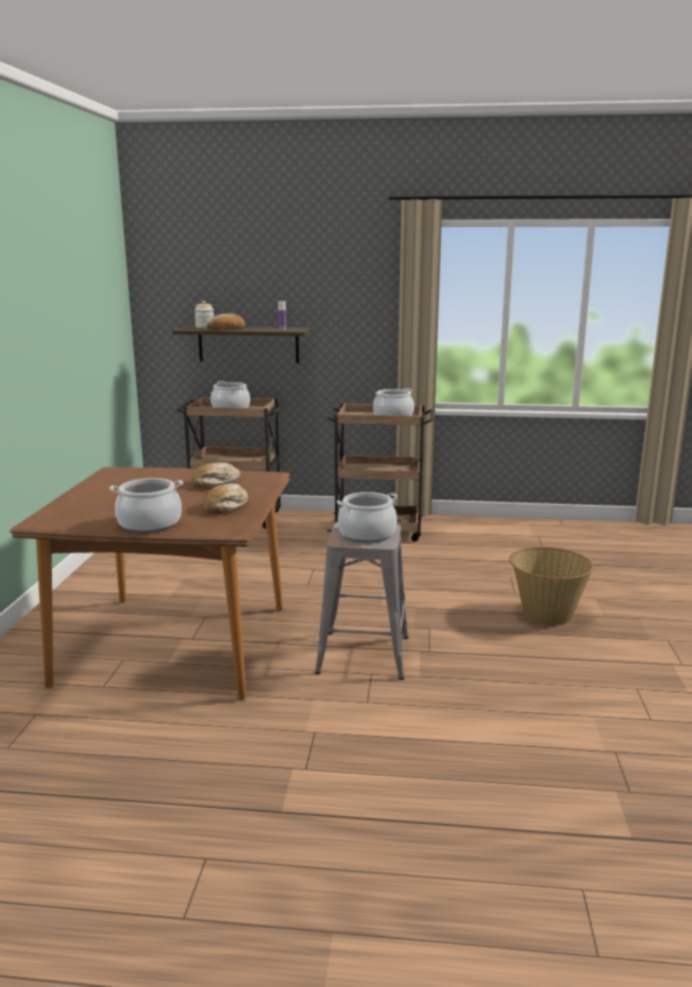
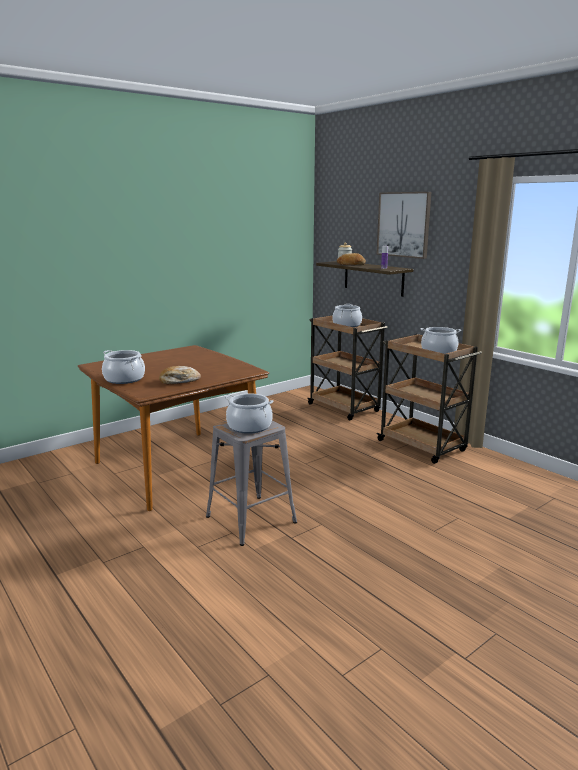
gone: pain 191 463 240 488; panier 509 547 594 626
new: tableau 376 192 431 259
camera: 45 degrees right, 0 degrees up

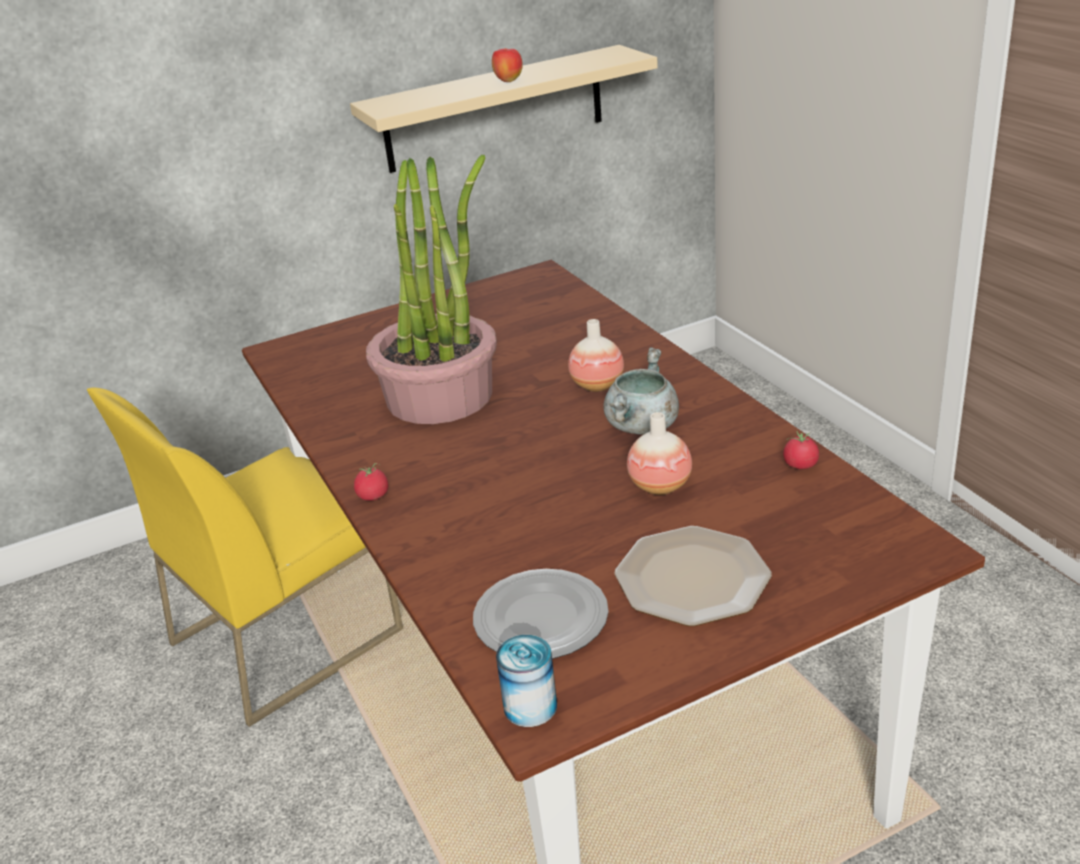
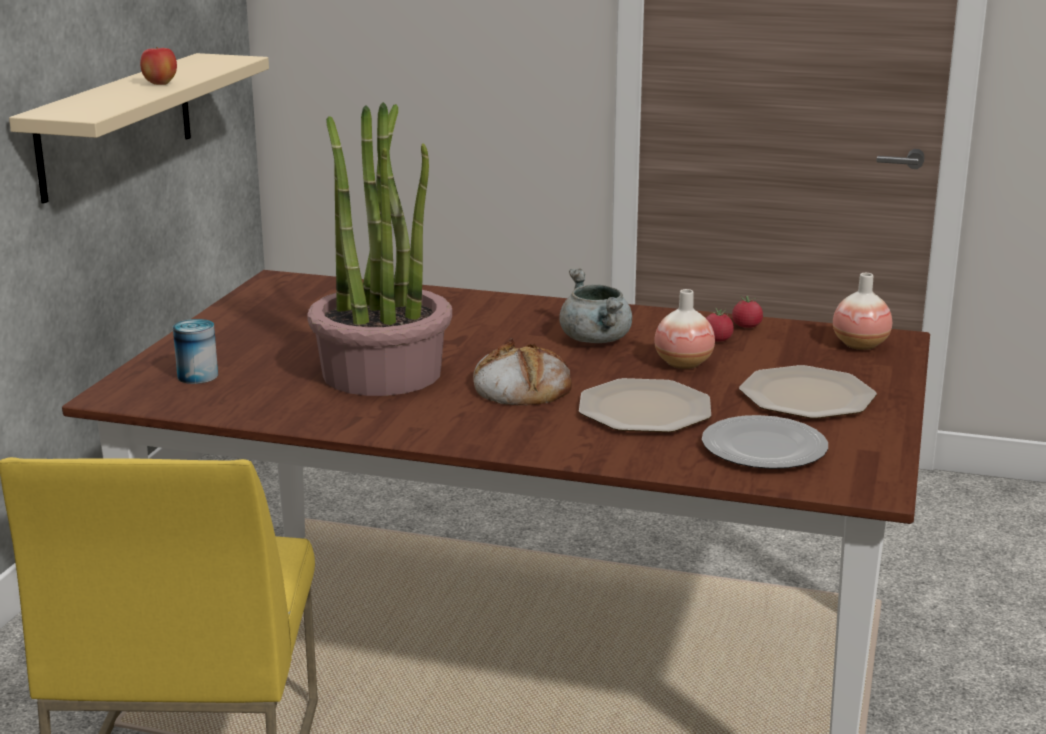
new: pain 473 338 572 406; assiette 579 378 711 433
shifted: tomate 354 463 388 501 to 706 308 734 342; boîte métallique 496 635 557 727 to 173 319 218 384; vase 568 319 624 392 to 833 273 892 350
camera: 50 degrees left, 10 degrees down

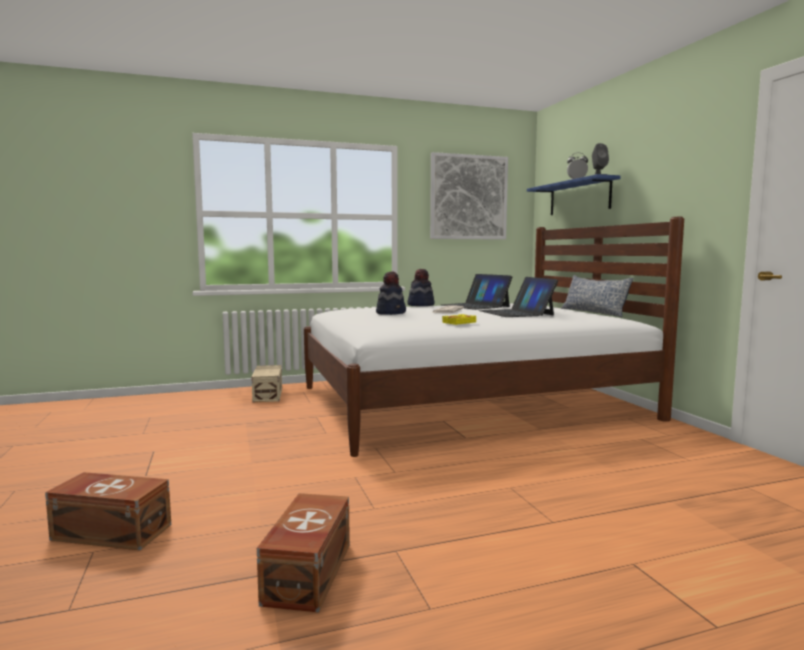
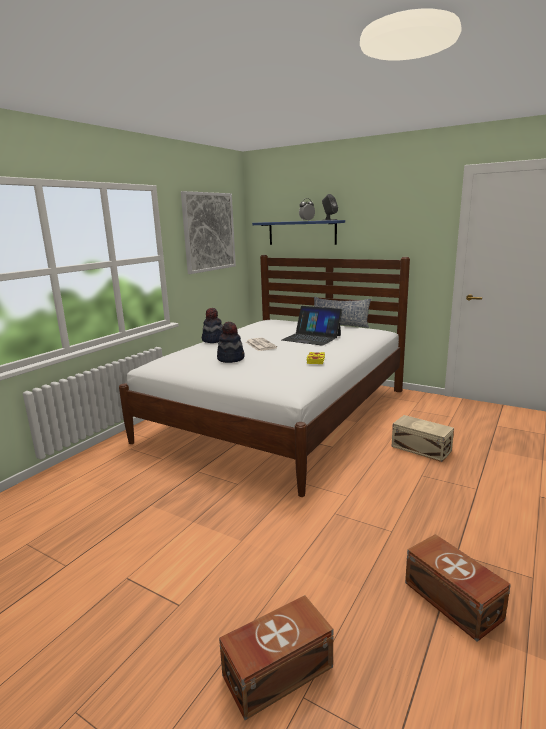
gone: ordinateur portable 442 274 512 310
shifted: boîte de rangement/beige 252 365 282 403 to 391 415 454 462
camera: 40 degrees left, 10 degrees up

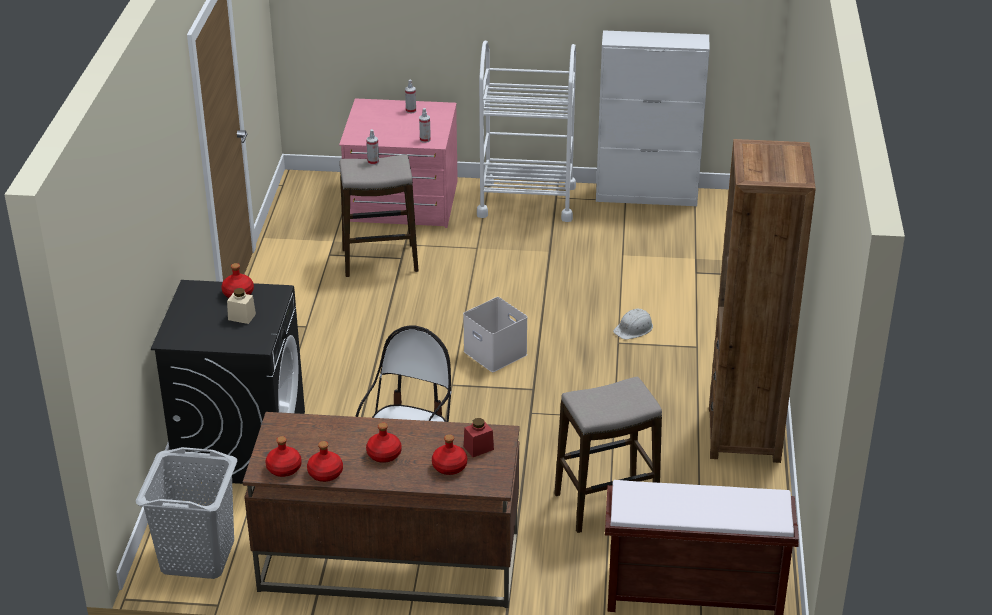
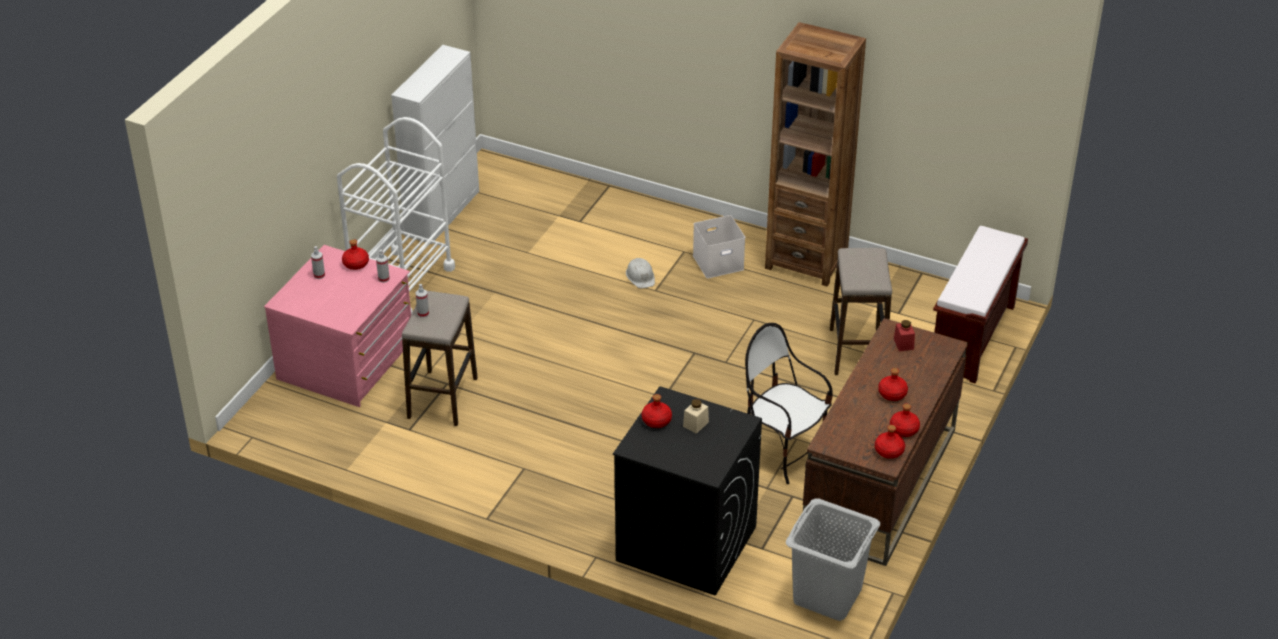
shifted: bouteille/rouge 432 434 467 475 to 342 239 369 270; boîte de rangement/blanc 463 297 528 372 to 693 215 745 278
camera: 70 degrees left, 5 degrees up

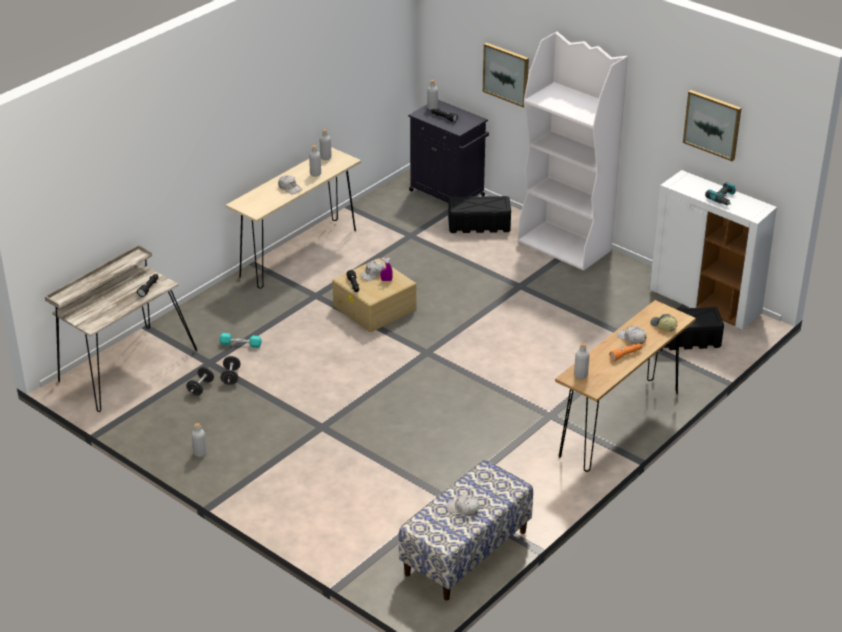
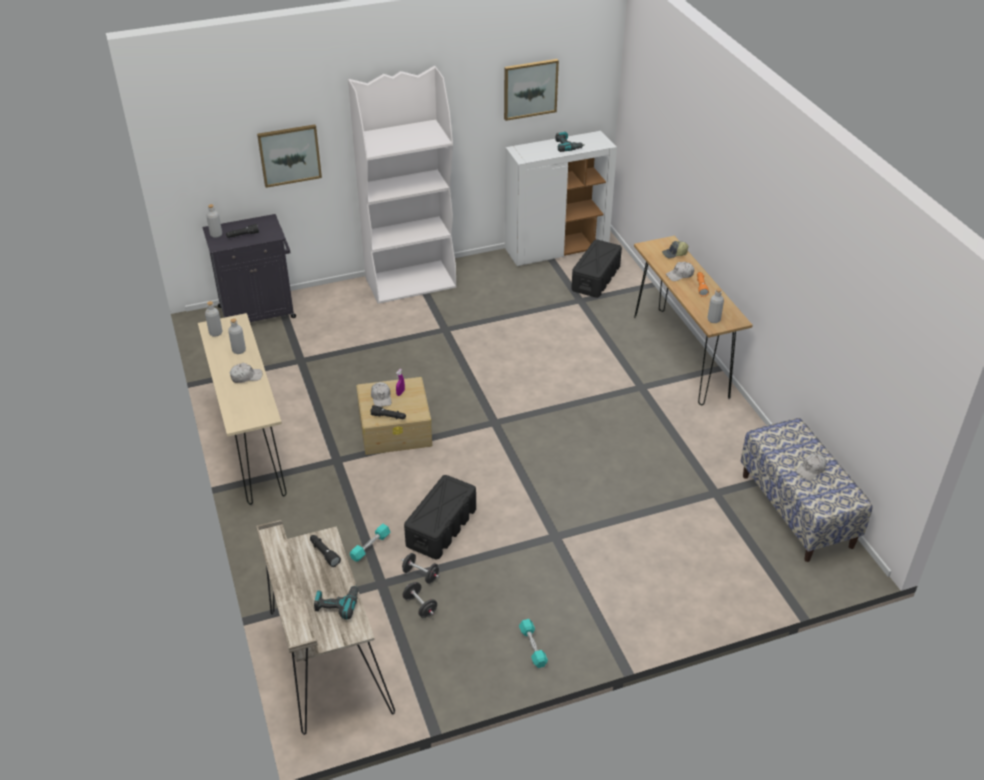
new: perceuse 314 584 359 620
shifted: boîte de rangement/noir 448 196 511 233 to 404 475 476 559
swapped: bouteille/gris 192 423 207 457 to haltère/turquoise 519 619 548 668
camera: 60 degrees left, 5 degrees up

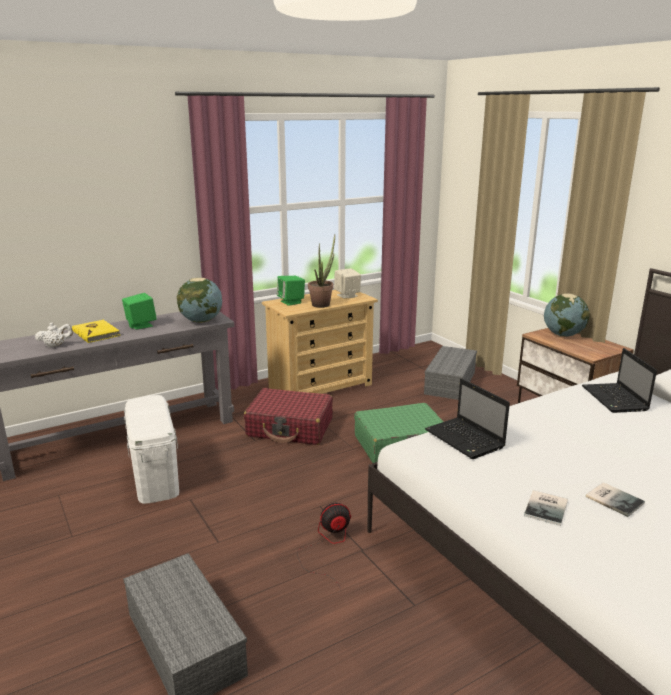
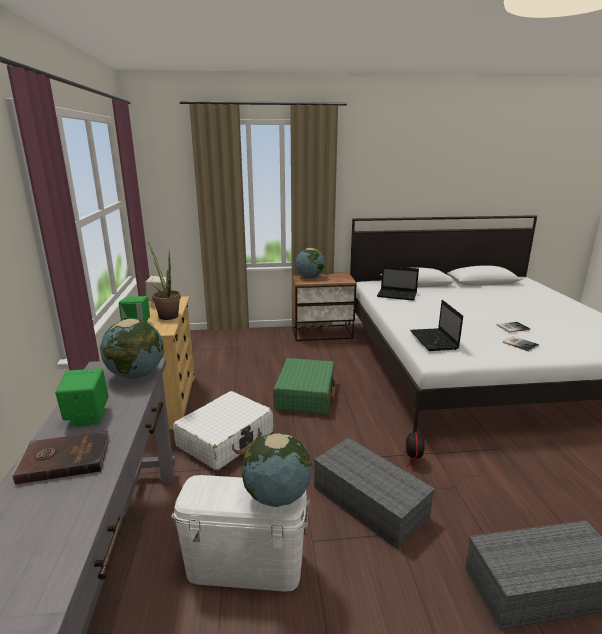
gone: théière/blanc 35 323 73 347
new: globe 241 433 313 507
shifted: boîte de rangement/gris 424 346 477 400 to 314 438 435 549
repainted: livre/jaune 72 320 121 343 to livre/marron 12 431 110 484; valise/rouge 244 388 333 445 to valise/blanc 173 391 273 470
rotated: ordinateur portable 425 378 510 459 = 410 300 463 351 90 degrees clockwise
camera: 65 degrees left, 0 degrees up

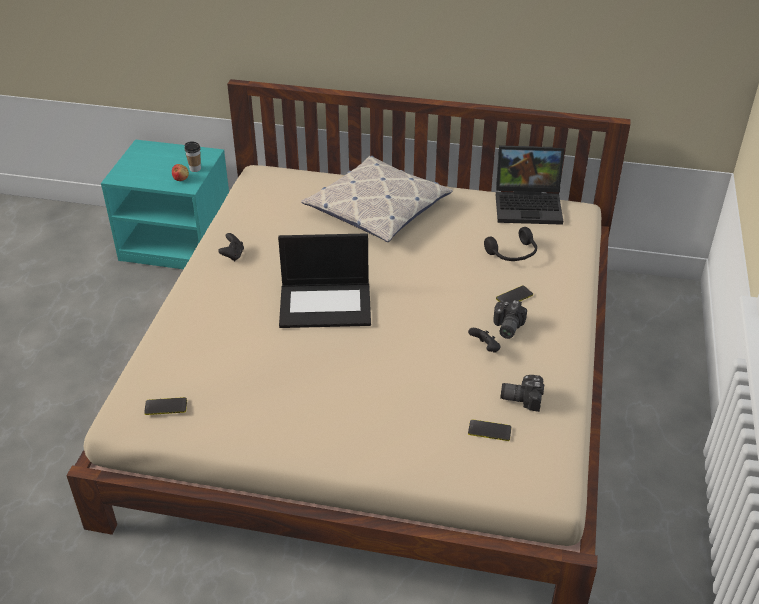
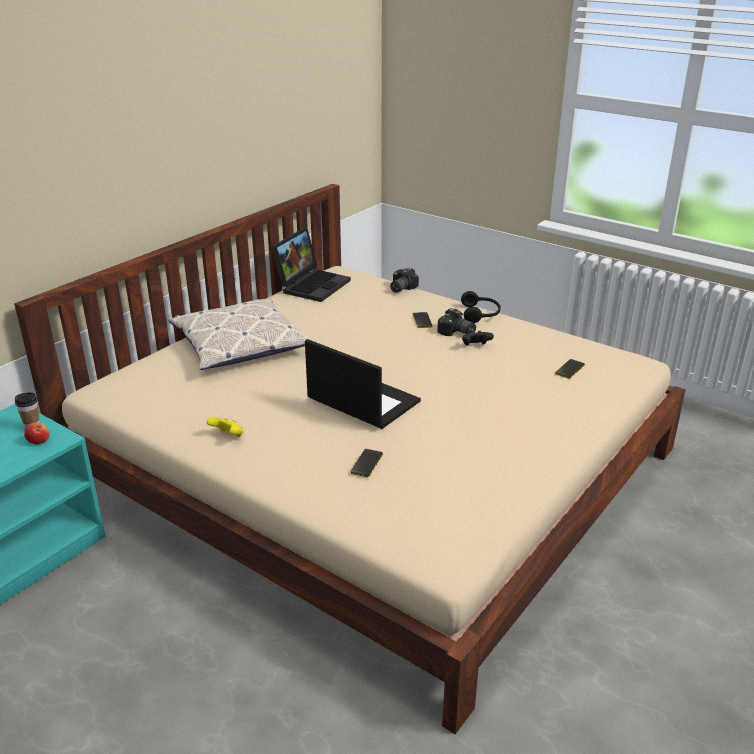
shifted: téléphone 144 397 187 415 to 350 449 383 477; casque audio/noir 484 227 537 261 to 461 291 501 323; appareil photo 500 375 544 412 to 390 268 419 293
repainted: manette/noir 218 233 244 261 to manette/jaune 207 417 244 438
rotated: ordinateur portable 278 233 371 328 = 305 339 421 429 75 degrees counterclockwise
camera: 65 degrees left, 10 degrees down

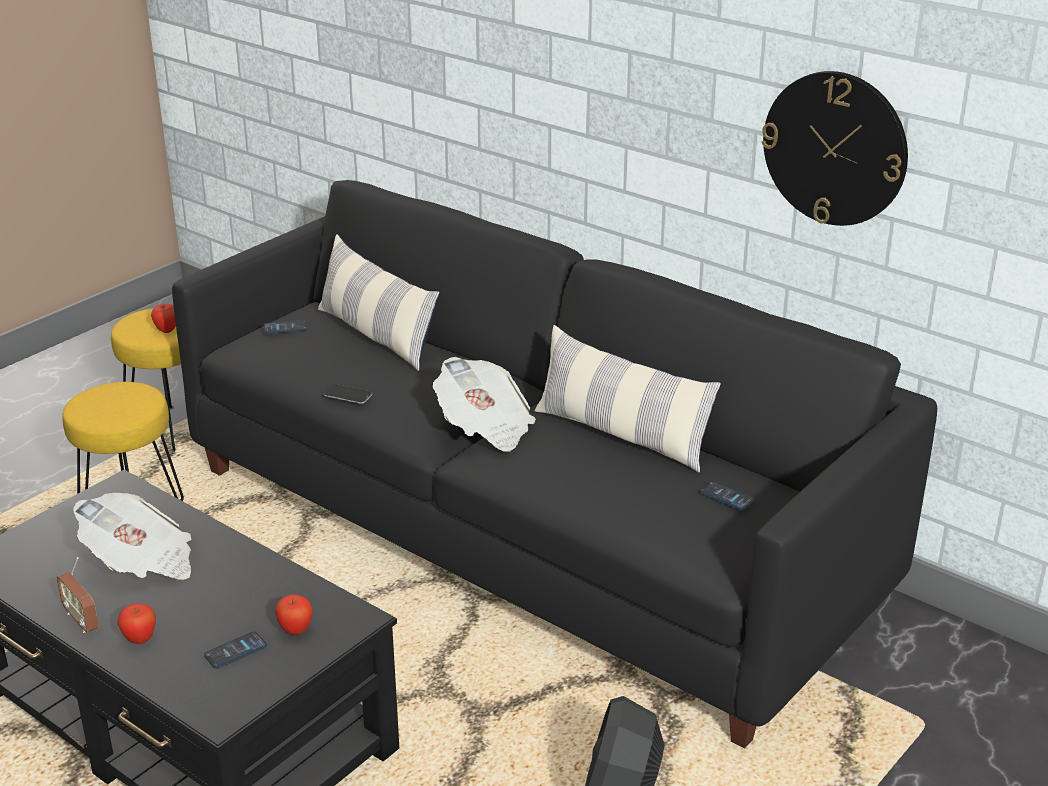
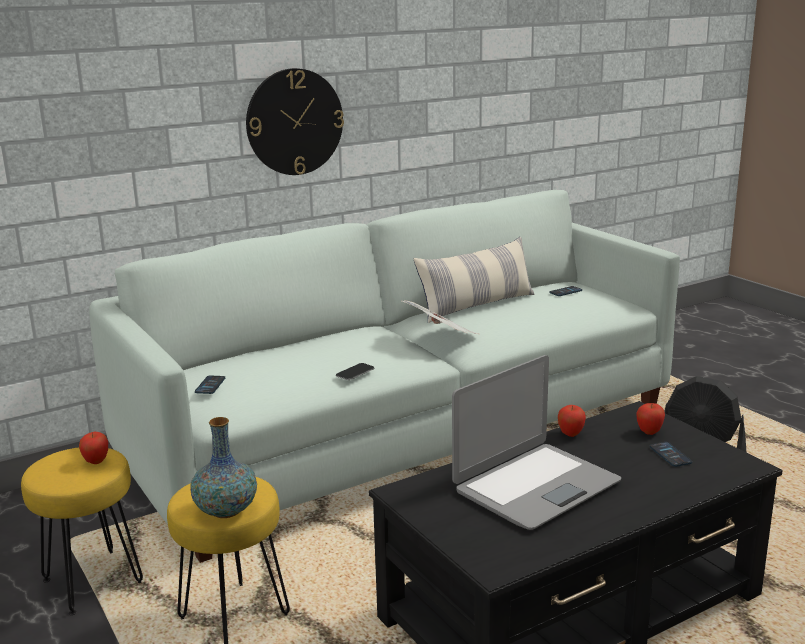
gone: radio 57 557 99 633; coussin 318 234 440 371
new: vase 190 417 257 518
shifted: pomme 117 603 156 644 to 558 405 586 437; horloge murale 762 71 908 226 to 246 68 344 175
swapped: journal 73 493 191 580 to ordinateur portable 452 355 621 530
repainted: canapé/noir 172 180 937 749 to canapé/blanc 89 190 680 563
camera: 70 degrees left, 10 degrees down

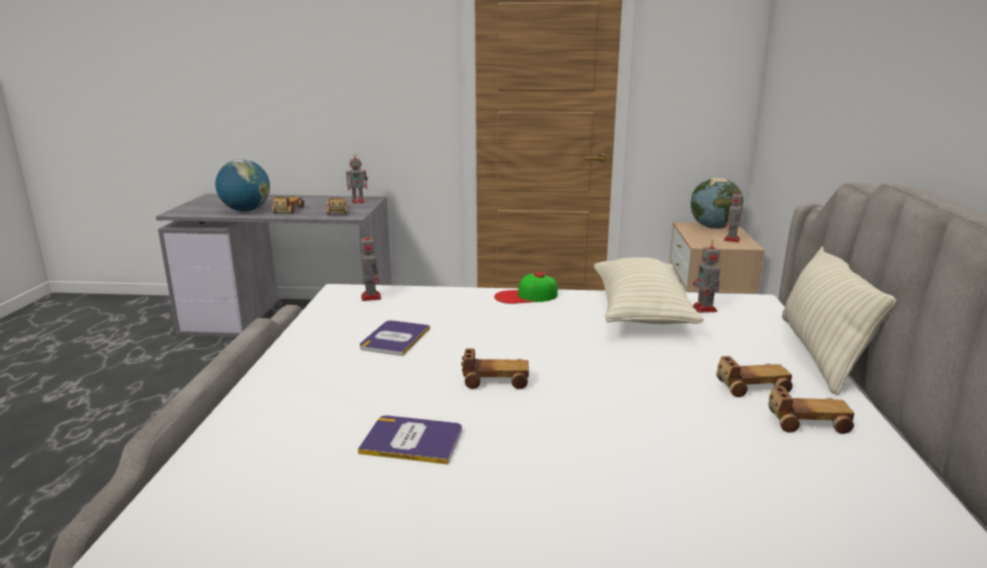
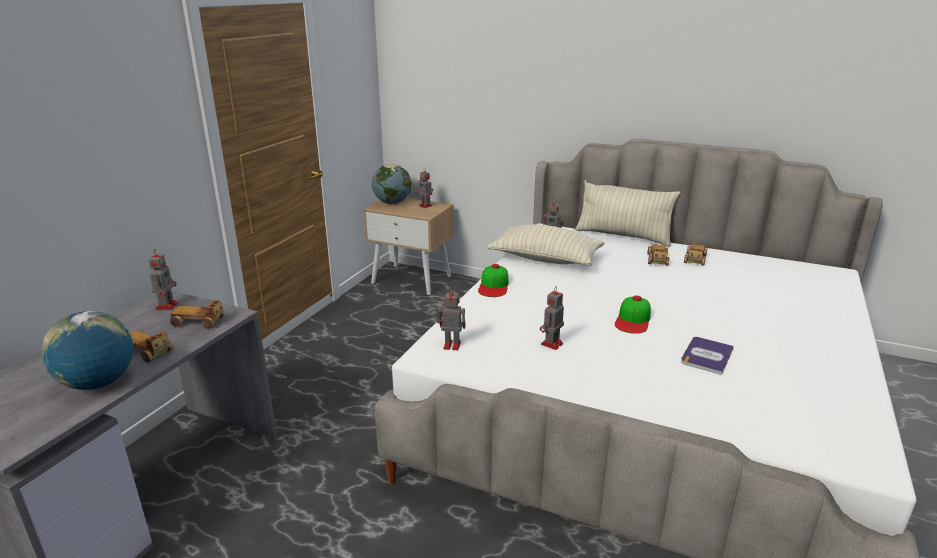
swapped: livre 360 320 430 356 to robot jouet 540 286 564 350; petite voiture 461 349 529 389 to casquette 615 295 651 334
camera: 70 degrees left, 5 degrees up

